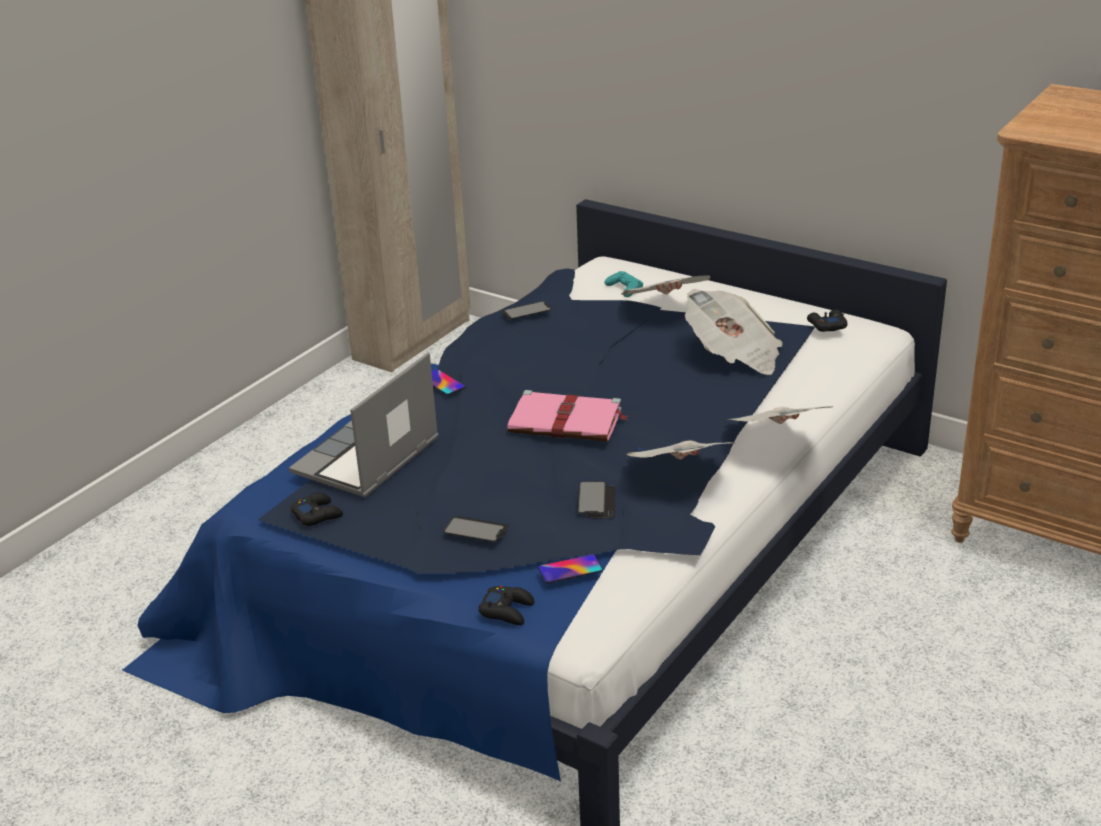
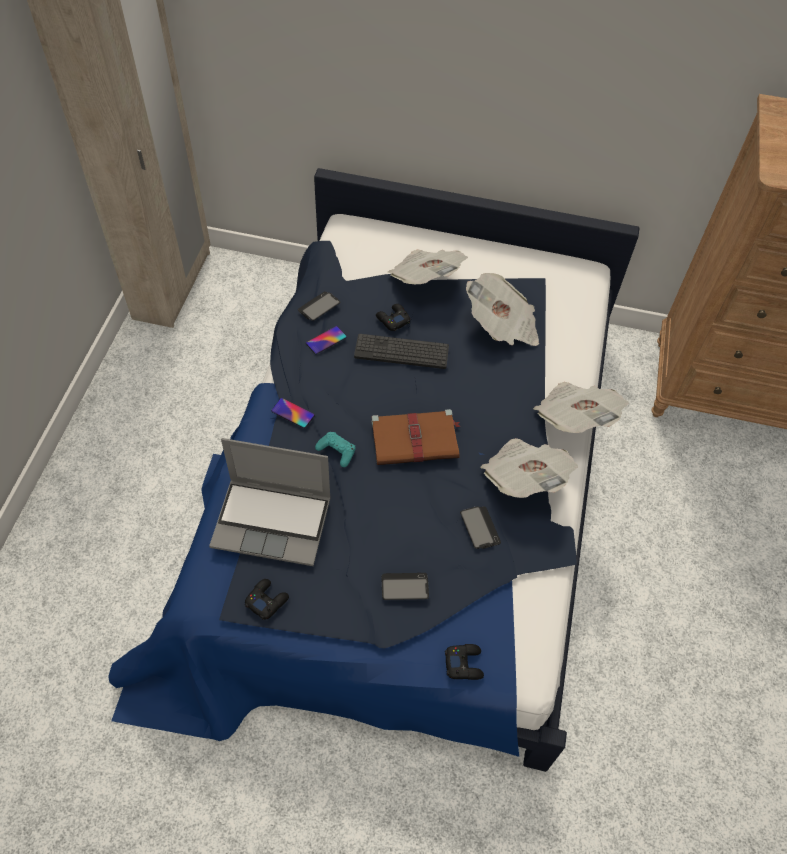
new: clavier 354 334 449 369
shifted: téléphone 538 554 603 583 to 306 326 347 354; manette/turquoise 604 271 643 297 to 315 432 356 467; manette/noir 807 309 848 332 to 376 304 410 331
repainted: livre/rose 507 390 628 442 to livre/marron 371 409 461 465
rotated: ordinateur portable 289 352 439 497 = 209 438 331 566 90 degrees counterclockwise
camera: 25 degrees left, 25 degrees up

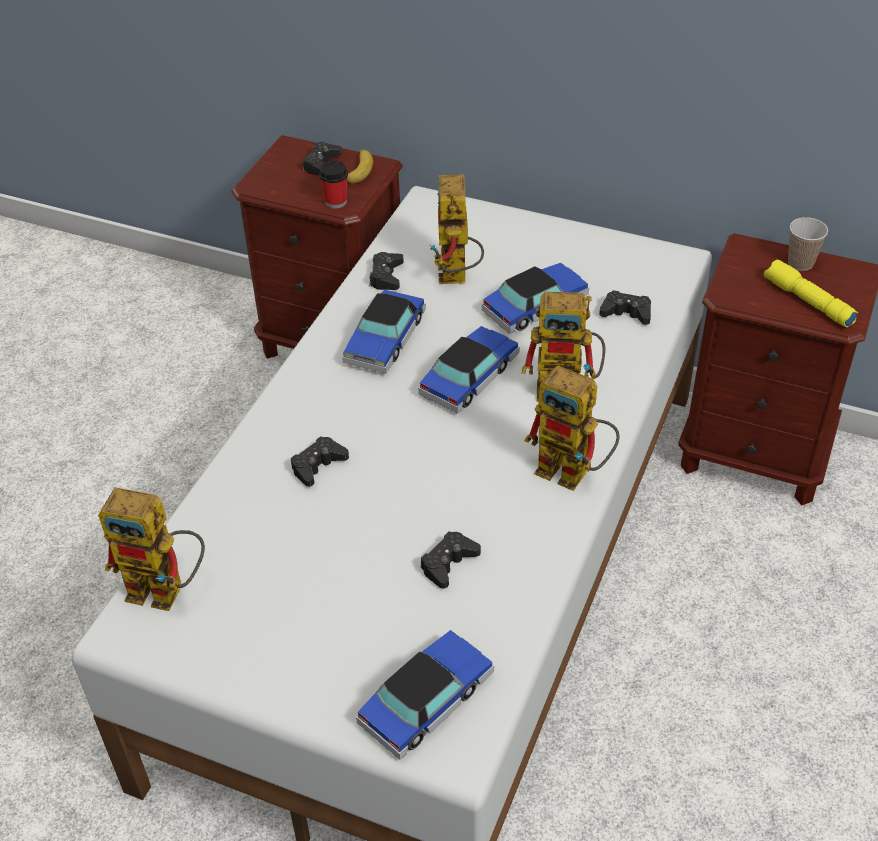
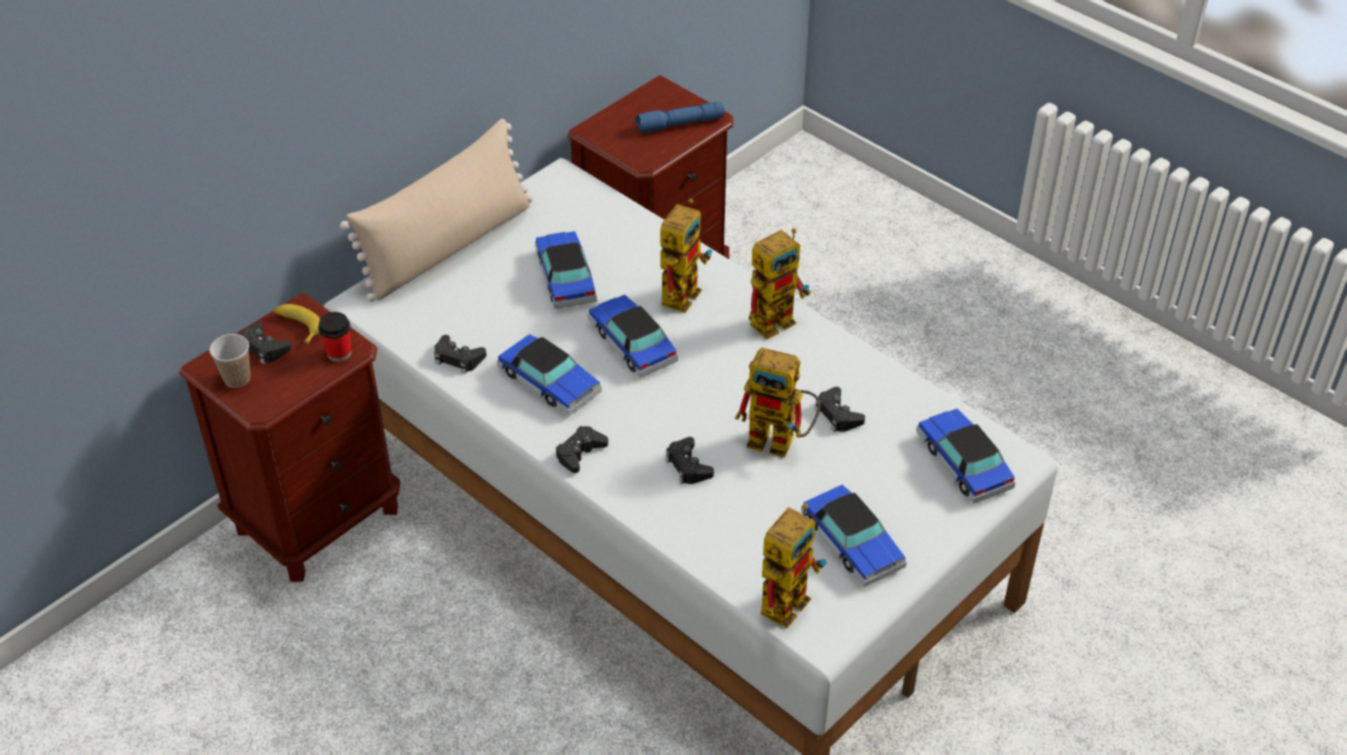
new: coussin/beige 340 119 533 302; petite voiture 801 485 907 587
shifted: robot jouet 429 174 484 284 to 735 348 821 458; manette/noir 599 290 651 325 to 556 426 608 473; tasse 788 217 828 271 to 210 334 251 388
repainted: lampe de poche/jaune 764 260 858 328 to lampe de poche/bleu 635 102 725 133
camera: 70 degrees left, 0 degrees up

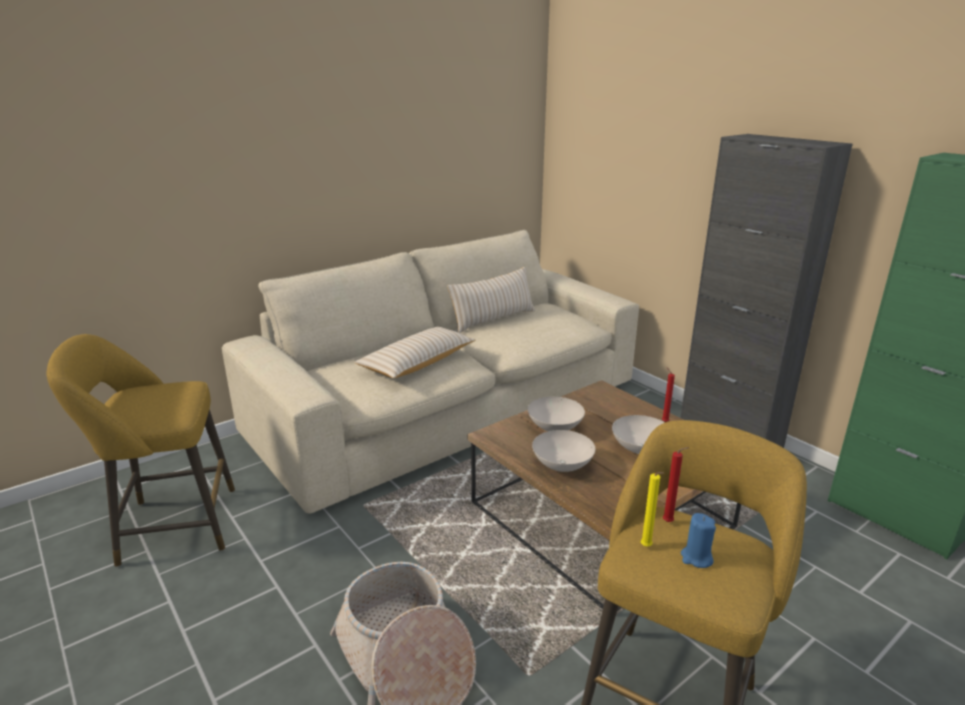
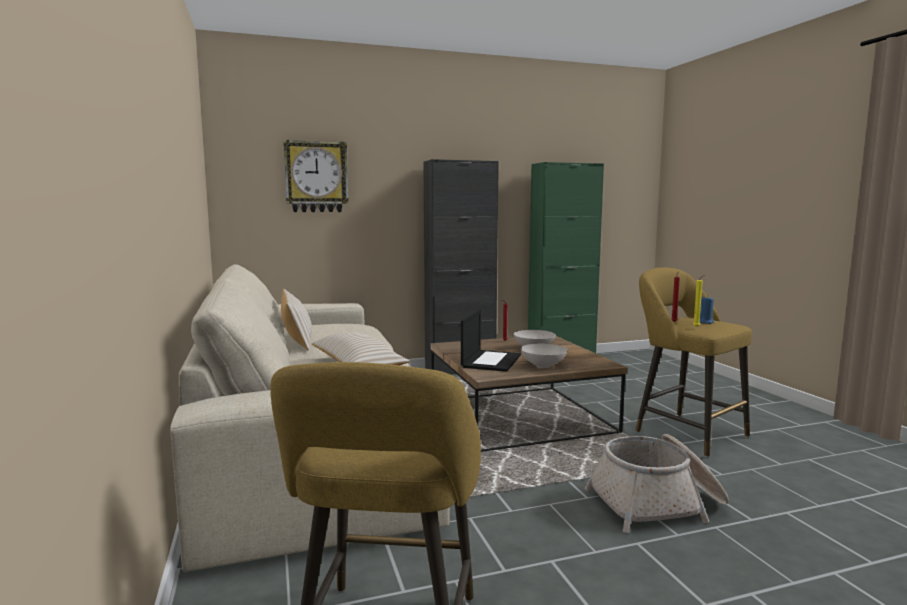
new: horloge murale 283 140 349 212
swapped: bol/blanc 528 397 585 431 to ordinateur portable 461 310 521 372
camera: 70 degrees left, 15 degrees down

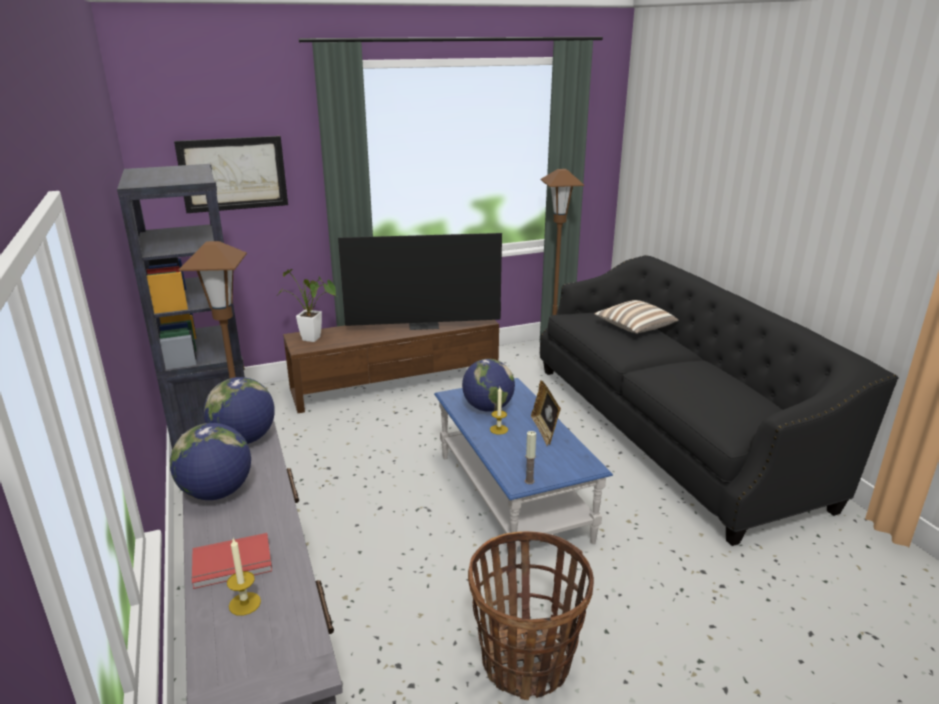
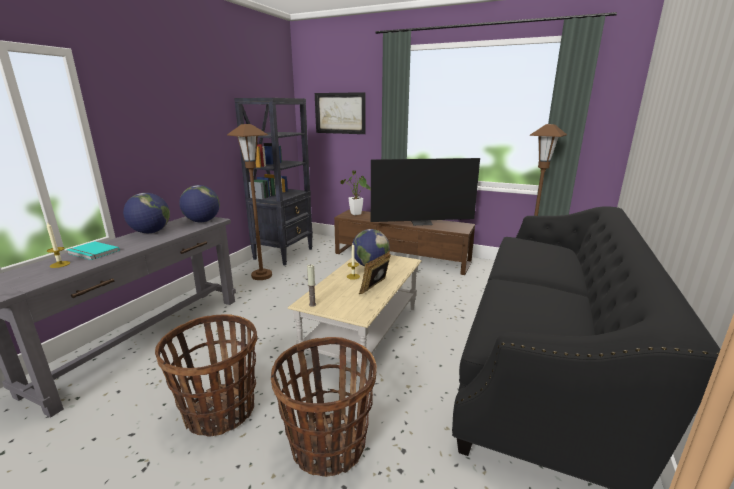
gone: coussin 594 300 678 334
new: panier 271 337 377 477
repainted: livre/rouge 191 533 272 589 to livre/turquoise 67 241 120 260; table basse/bleu 434 378 613 556 to table basse/beige 287 255 422 384
rotated: téléviseur 338 233 502 330 = 371 158 480 226 45 degrees counterclockwise
camera: 45 degrees right, 5 degrees down

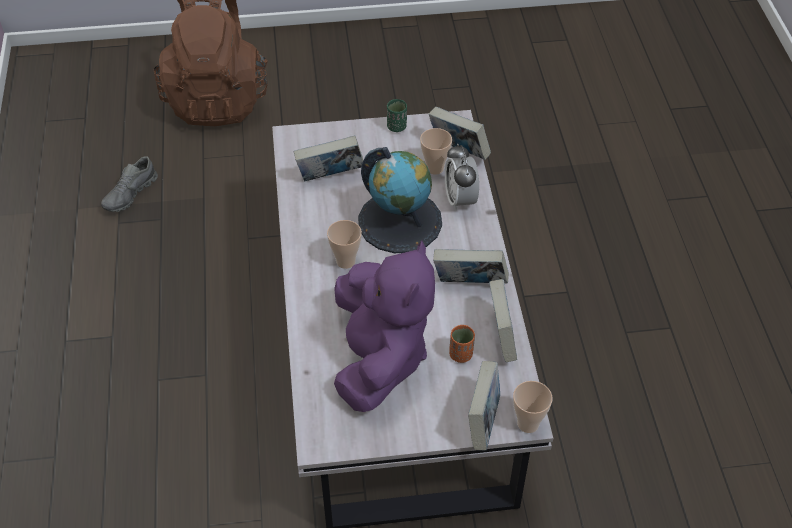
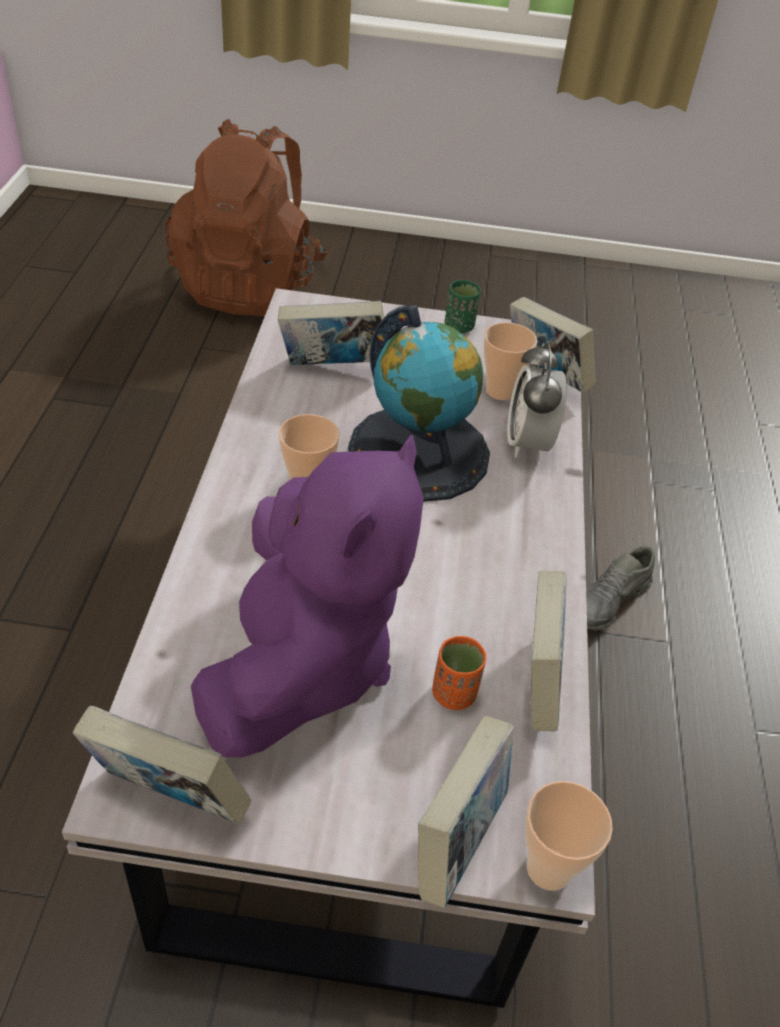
shifted: chaussure/gris 101 156 158 212 to 586 545 655 631; livre 433 249 509 284 to 73 706 251 824
camera: 10 degrees right, 5 degrees down

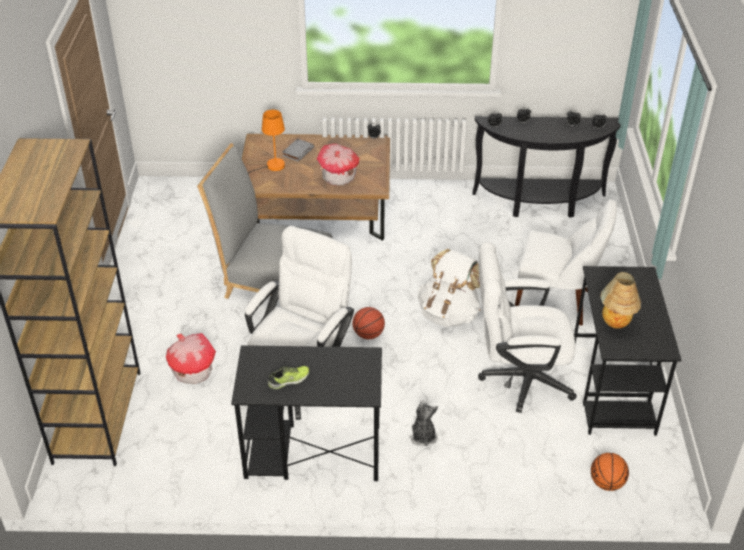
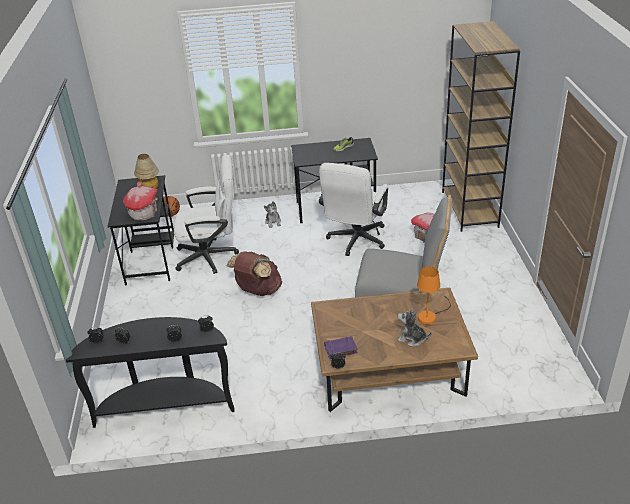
gone: ballon de basket 353 307 385 339; chaise/blanc 515 199 617 326
new: livre/violet 324 336 358 359
shifted: maison miniature 317 144 359 186 to 123 182 158 220
swapped: livre/gris 282 139 314 162 to peluche 398 307 432 346
repainted: sac à dos/blanc 418 249 481 327 to sac à dos/marron 227 252 282 296
camera: 175 degrees right, 5 degrees down

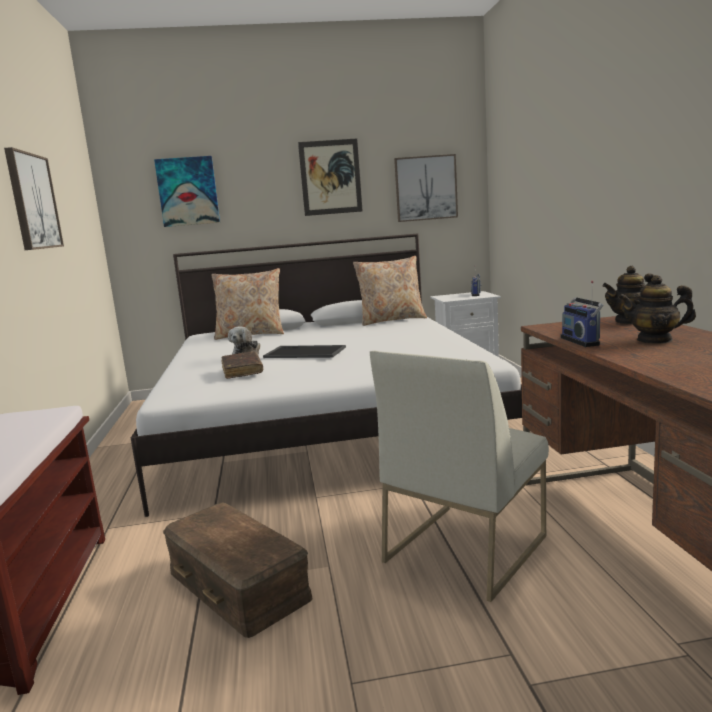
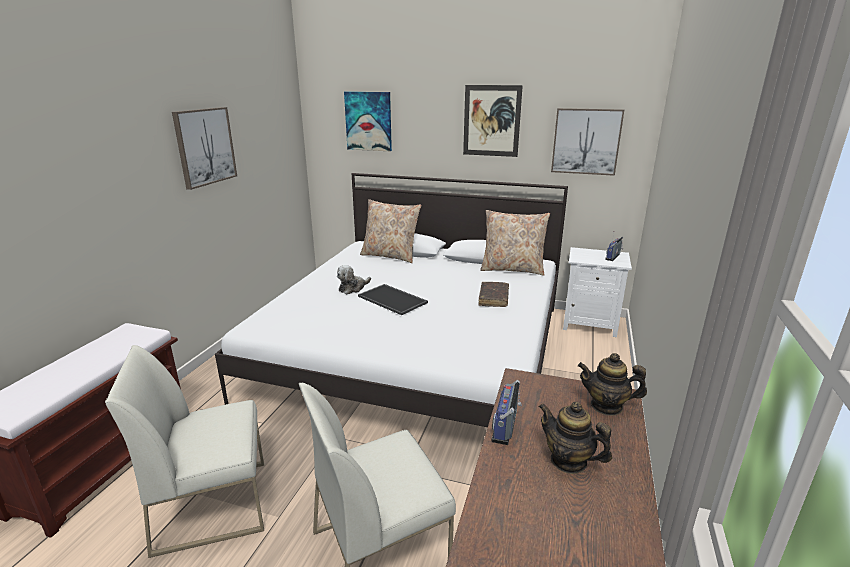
shifted: livre/marron 221 352 263 379 to 478 282 509 307
swapped: boîte de rangement/marron 163 503 313 638 to chaise/blanc 105 345 264 558
camera: 25 degrees right, 10 degrees up

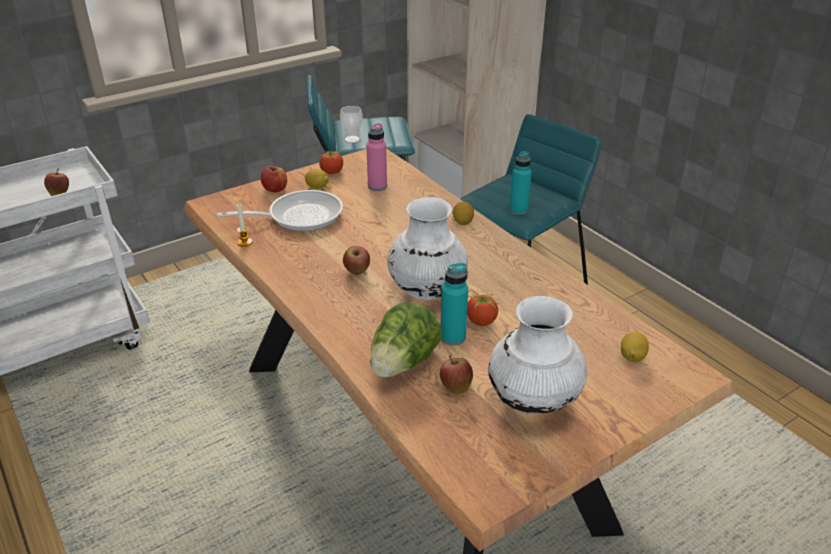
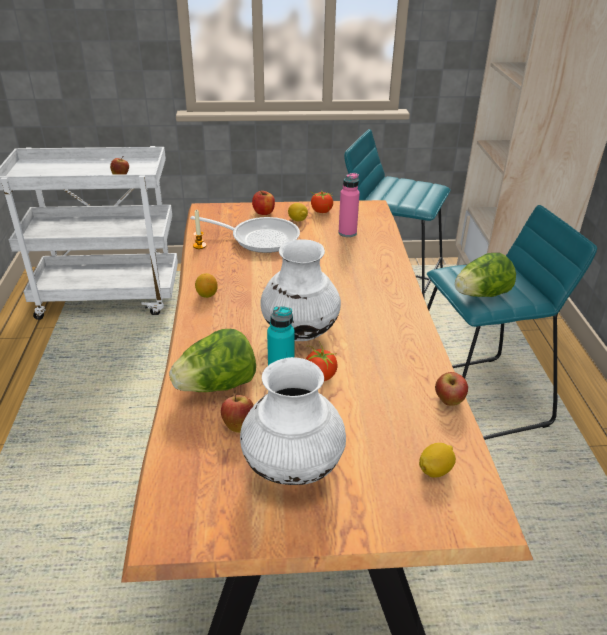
gone: tasse 340 106 363 143
shifted: pomme 343 246 370 275 to 435 372 468 406; citron 453 202 474 225 to 195 273 218 298
swapped: bouteille/turquoise 509 151 532 215 to laitue 455 253 516 297
camera: 30 degrees right, 0 degrees up

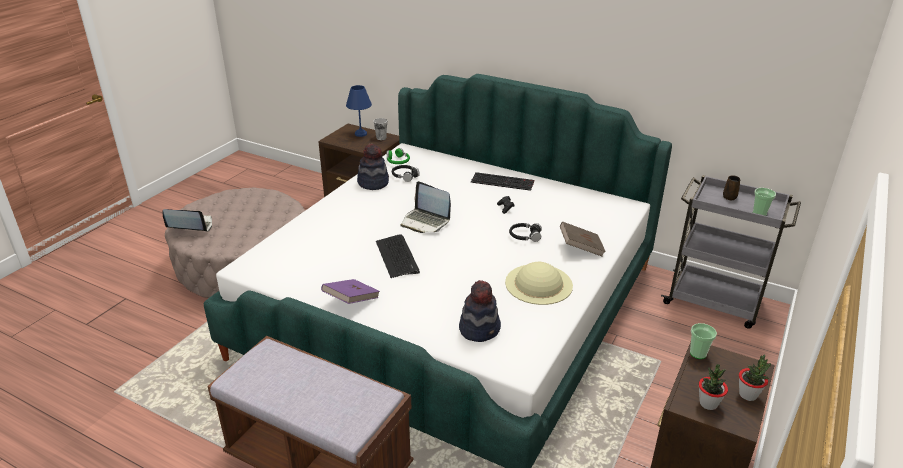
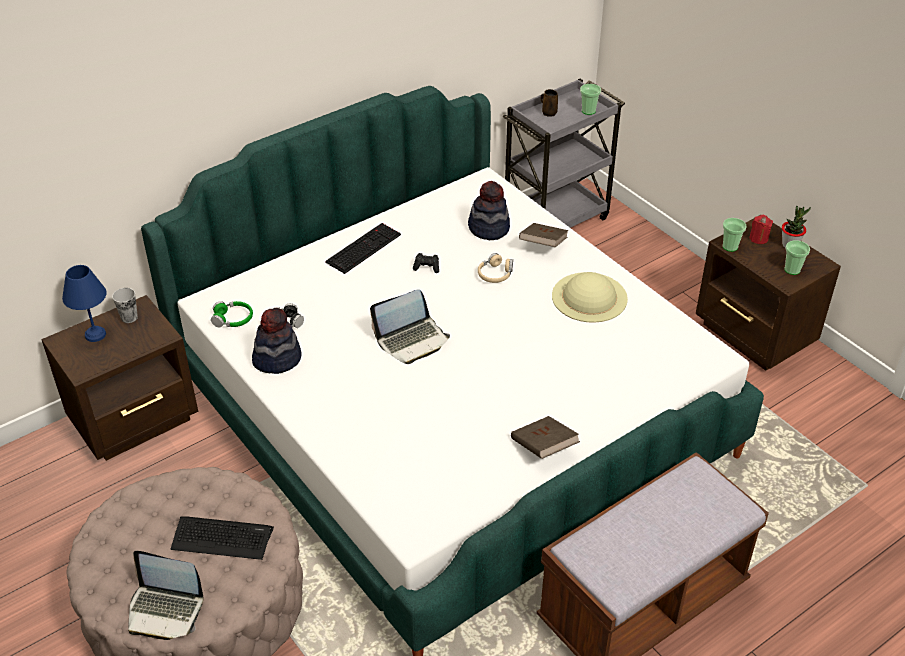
new: bougie/rouge 750 215 773 244
shifted: clavier 376 234 420 278 to 171 516 274 560; chapeau 459 280 501 342 to 468 181 510 240
swapped: plante en pot 699 364 728 410 to tasse 784 240 810 275
repainted: livre/violet 321 279 380 304 to livre/marron 511 416 580 459; casque audio/noir 509 223 542 242 to casque audio/beige 478 253 513 283
rotated: ordinateur portable 163 209 212 232 = 128 551 203 640 105 degrees counterclockwise
camera: 65 degrees left, 10 degrees up

